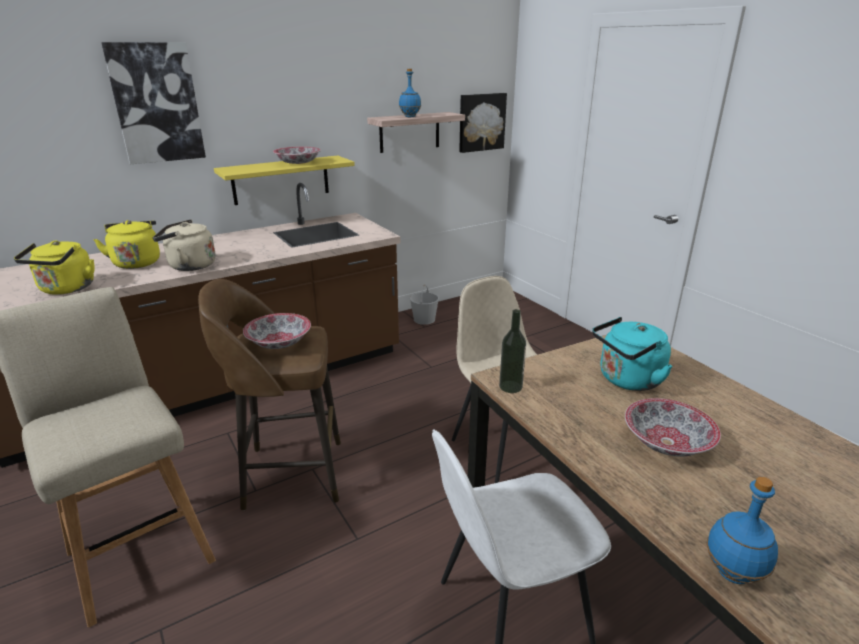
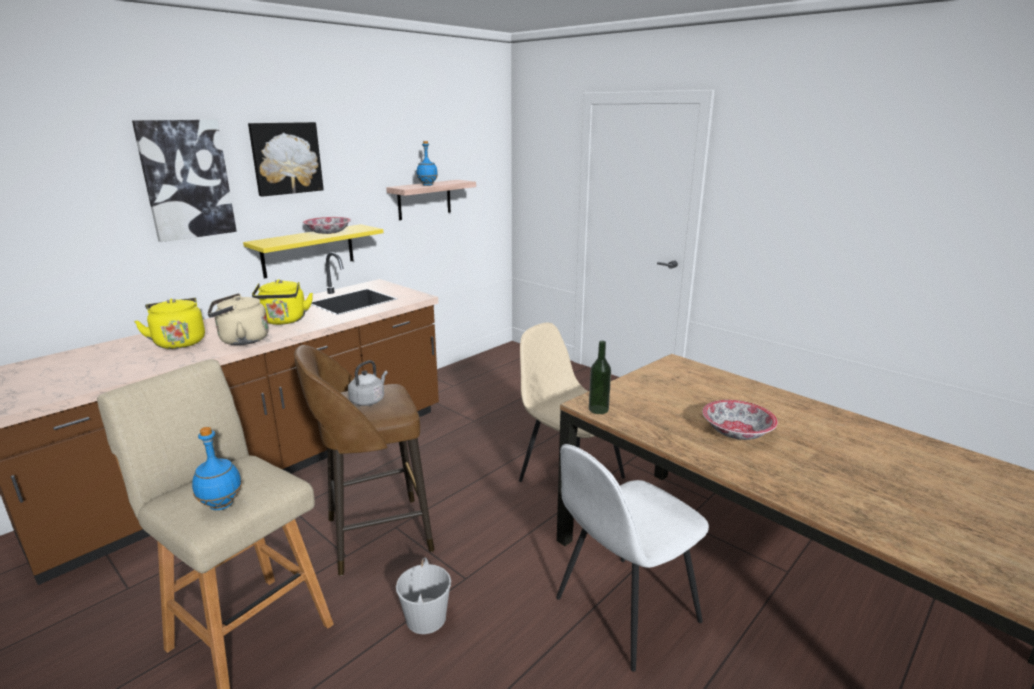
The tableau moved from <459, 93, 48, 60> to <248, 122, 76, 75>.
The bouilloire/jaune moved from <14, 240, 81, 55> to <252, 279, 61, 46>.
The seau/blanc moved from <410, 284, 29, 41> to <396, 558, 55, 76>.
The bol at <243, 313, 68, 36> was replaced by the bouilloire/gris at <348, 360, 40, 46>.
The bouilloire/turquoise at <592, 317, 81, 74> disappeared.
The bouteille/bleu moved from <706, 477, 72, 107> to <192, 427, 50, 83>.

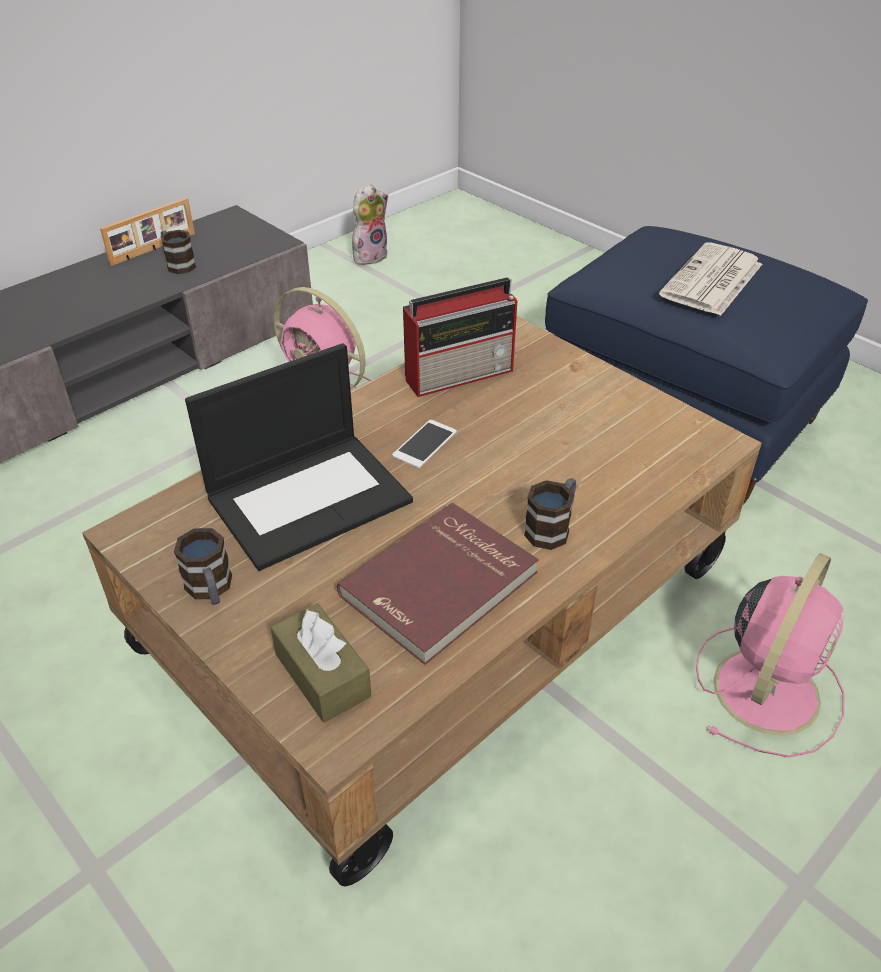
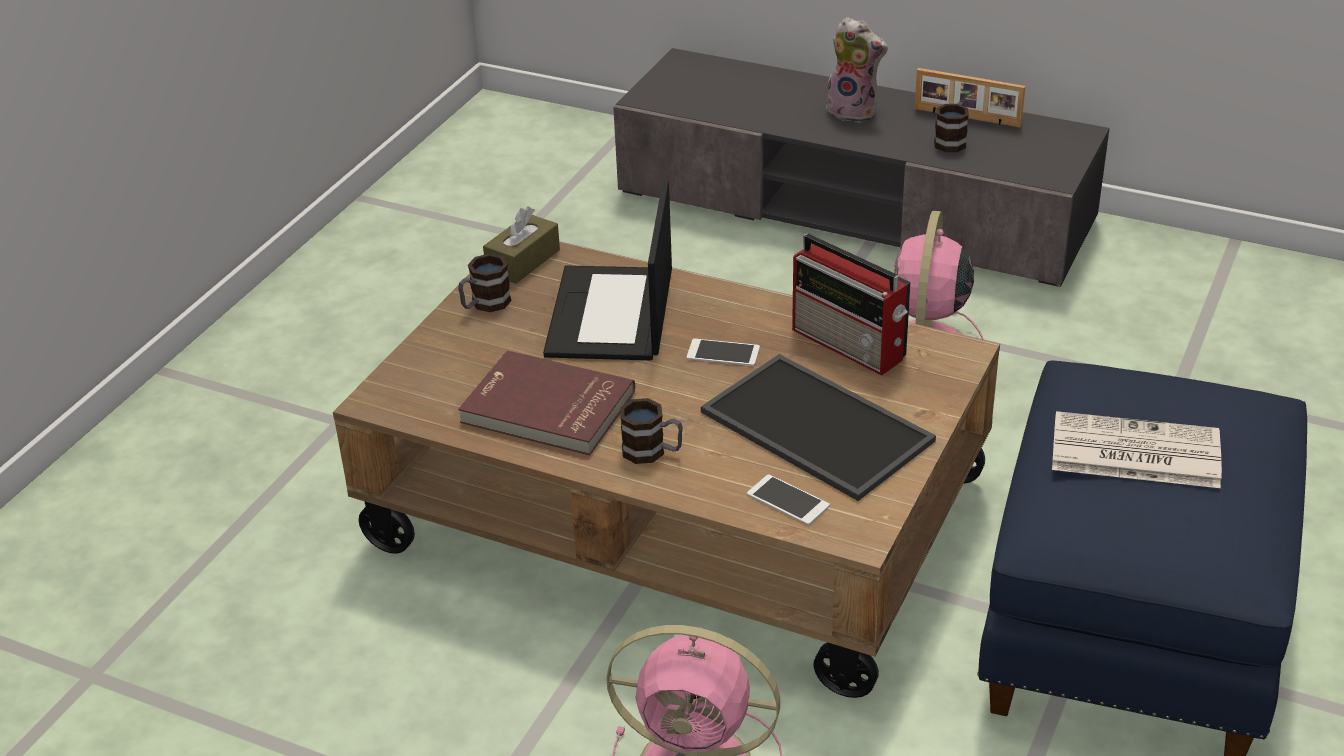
The peluche moved from <352, 184, 36, 81> to <826, 17, 62, 106>.
The ordinateur portable at <185, 343, 228, 228> turned 60 degrees clockwise.
The boîte à mouchoirs/marron moved from <270, 604, 101, 119> to <483, 207, 77, 77>.
The plateau at <701, 354, 235, 147> appeared.
The téléphone at <747, 474, 83, 51> appeared.

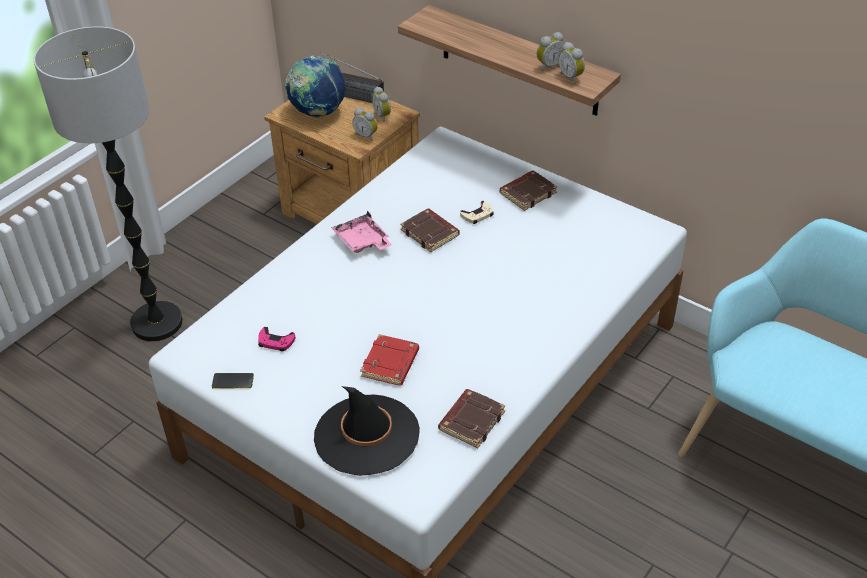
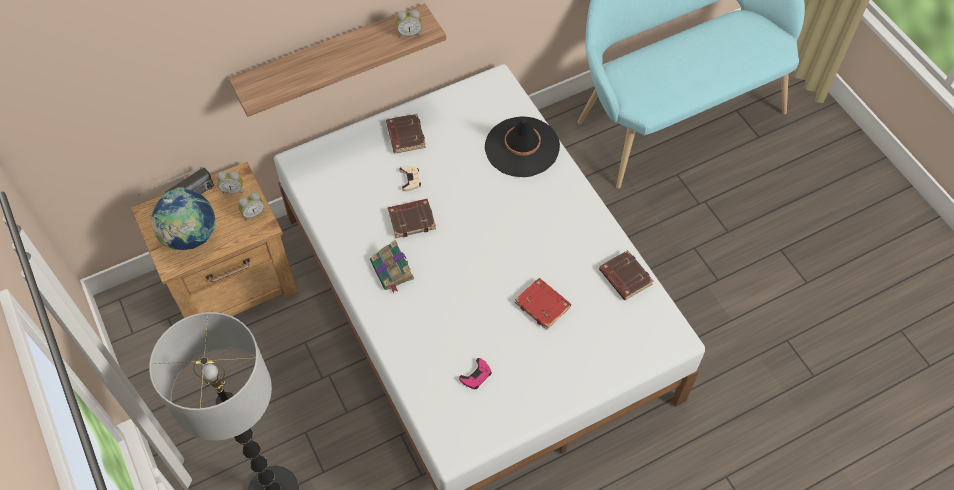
The réveil at <537, 32, 27, 39> disappeared.
The plateau/rose at <332, 211, 60, 42> was replaced by the livre at <370, 240, 44, 53>.
The téléphone at <212, 373, 42, 15> disappeared.
The chapeau/noir moved from <314, 386, 106, 90> to <485, 117, 75, 60>.

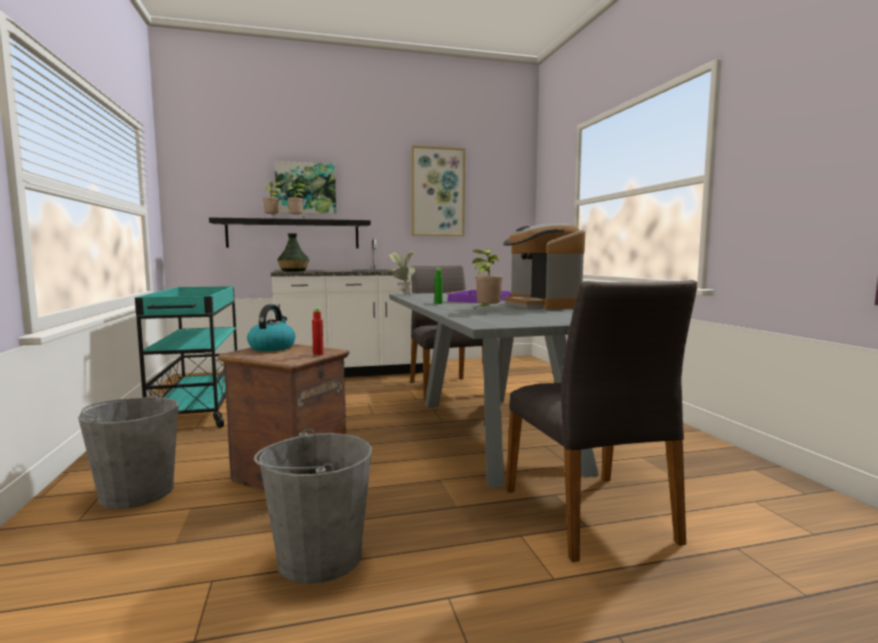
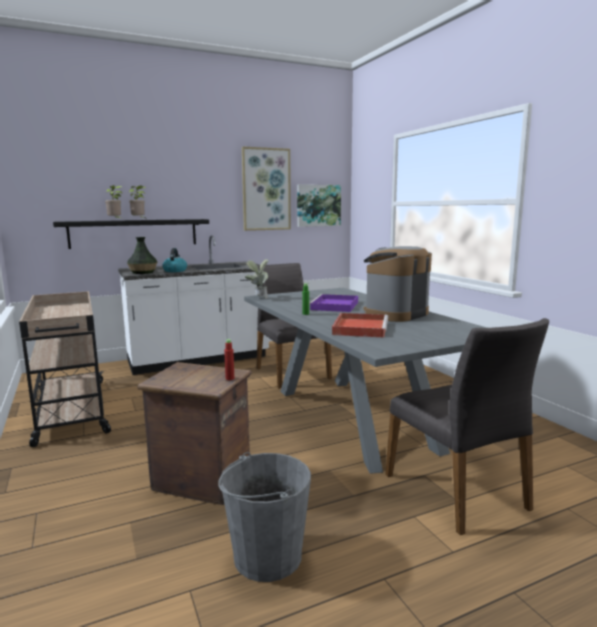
The tableau moved from <275, 161, 61, 53> to <297, 184, 44, 43>.
The machine à café at <503, 223, 82, 87> turned 75 degrees clockwise.
The plante en pot at <472, 249, 31, 58> was replaced by the plateau/rouge at <332, 313, 56, 25>.
The chariot/turquoise at <135, 286, 102, 142> became the chariot/beige at <19, 291, 92, 156>.
The bouilloire moved from <247, 304, 48, 47> to <162, 248, 25, 24>.
The seau/gris at <78, 393, 100, 116> disappeared.

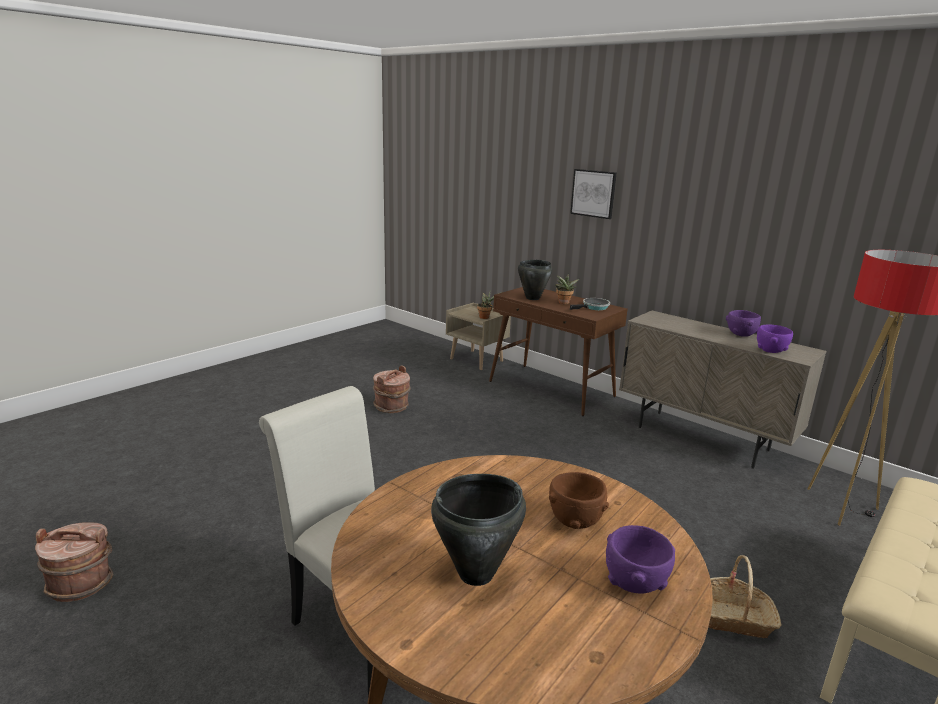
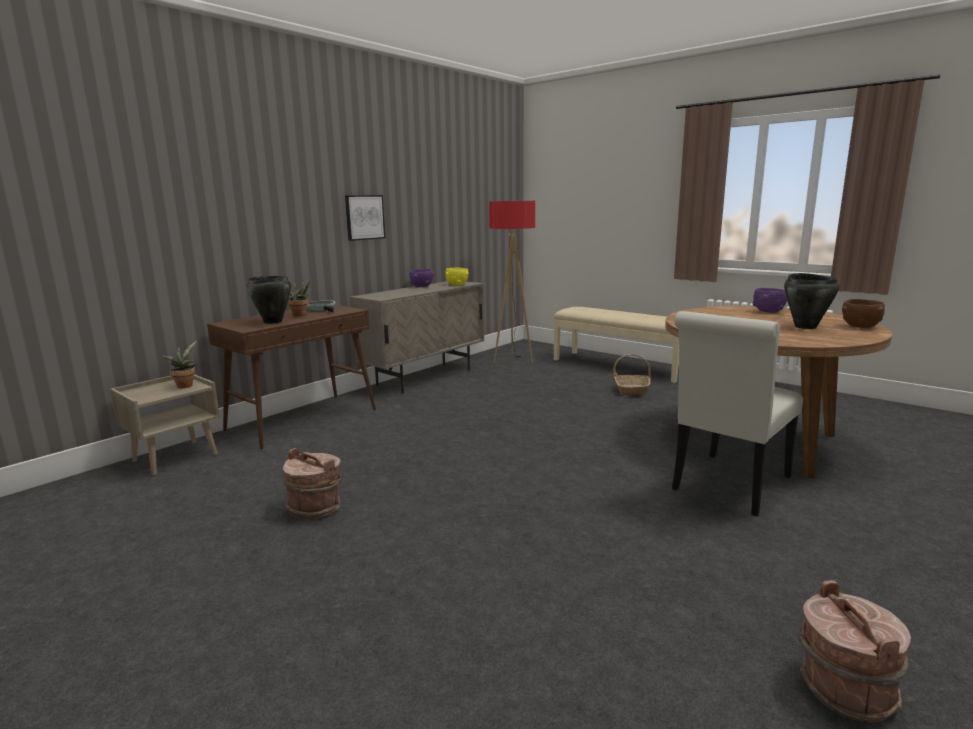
The tableau moved from <570, 169, 47, 50> to <345, 195, 40, 46>.
The bol/violet at <757, 324, 36, 29> became the bol/jaune at <445, 268, 24, 18>.
The bol/marron moved from <549, 472, 60, 57> to <842, 299, 43, 29>.

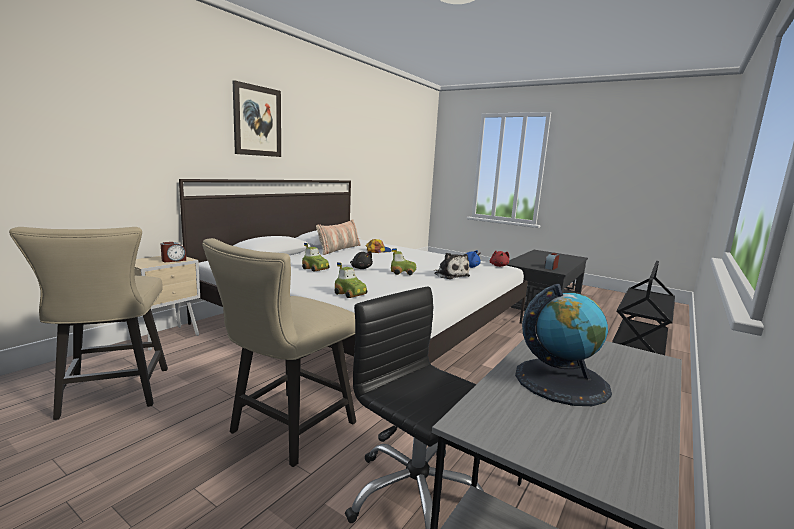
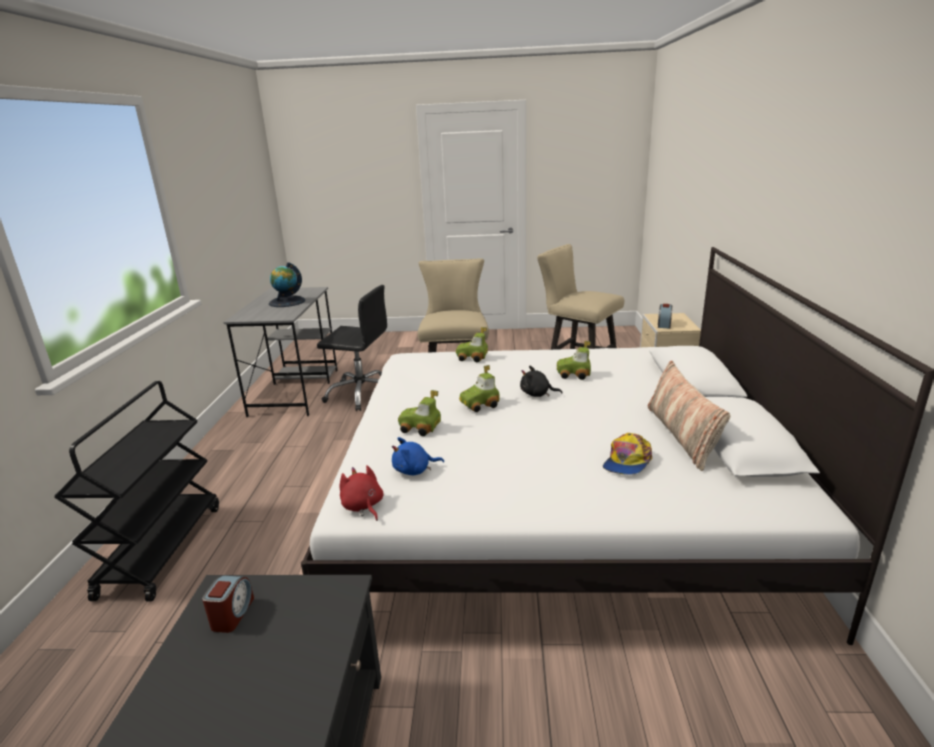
The tableau at <233, 80, 48, 77> disappeared.
The peluche at <434, 253, 36, 26> was replaced by the petite voiture at <398, 390, 43, 46>.

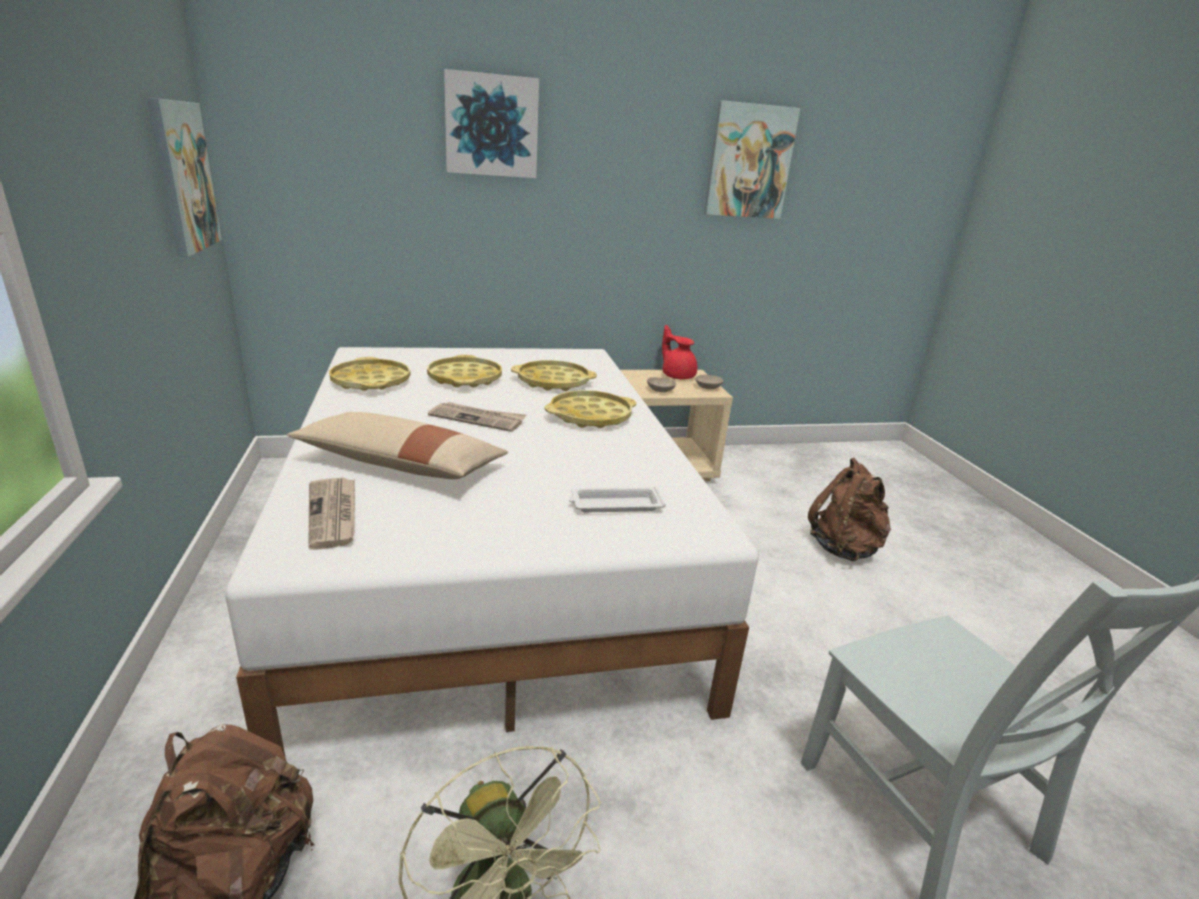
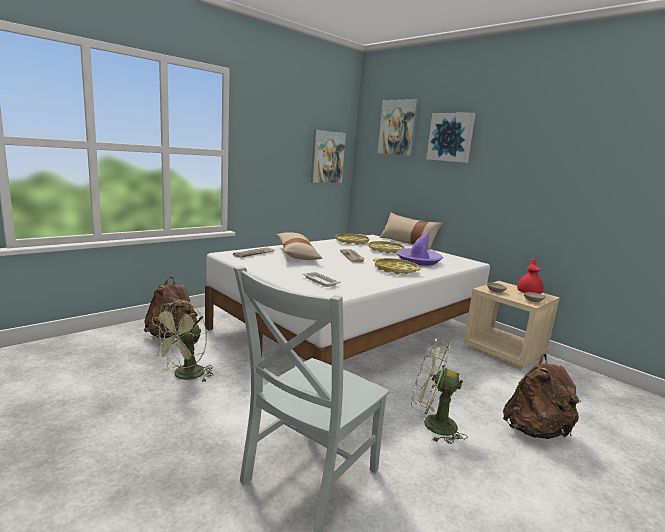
The tableau moved from <704, 100, 96, 119> to <377, 99, 42, 57>.
The plateau/jaune at <511, 360, 86, 31> was replaced by the chapeau/violet at <396, 232, 47, 34>.
The coussin/beige at <380, 213, 63, 37> appeared.
The ventilateur/vert at <411, 338, 57, 106> appeared.

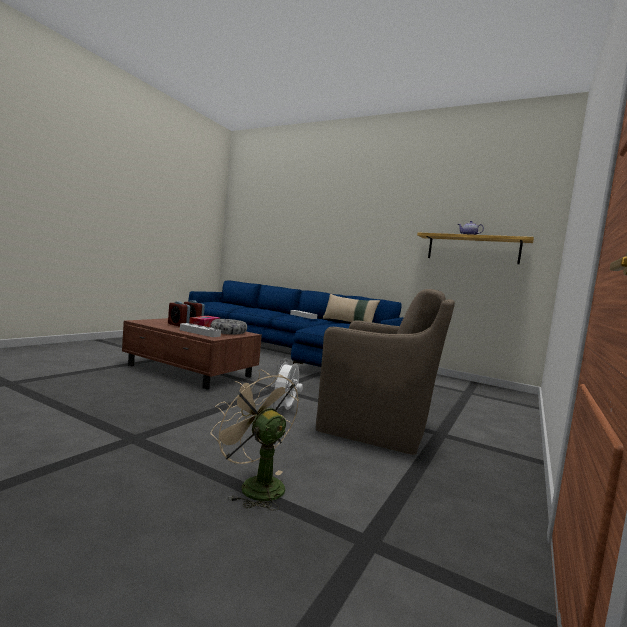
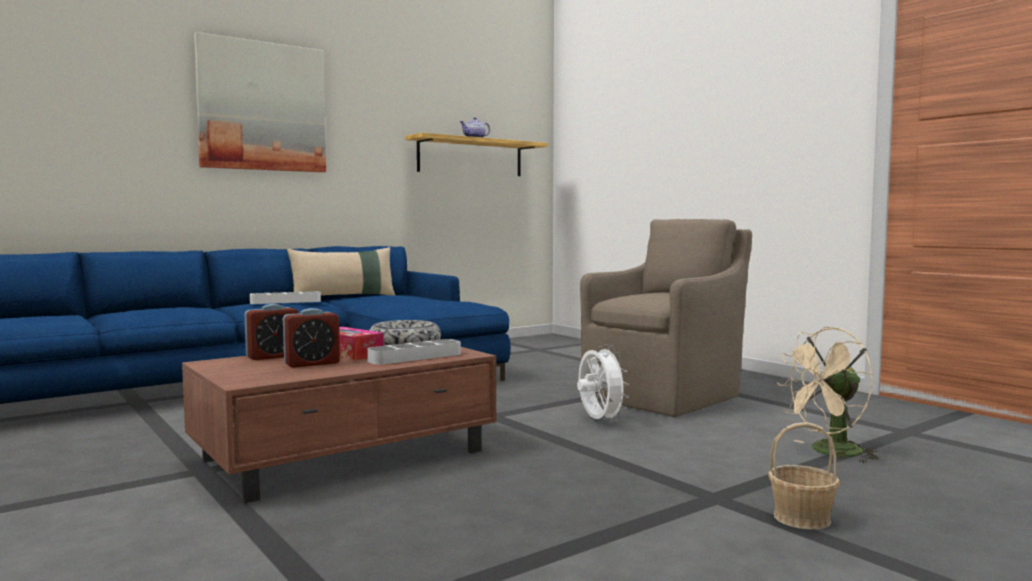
The ventilateur/blanc at <271, 358, 32, 53> turned 150 degrees counterclockwise.
The tableau at <194, 32, 132, 140> appeared.
The panier at <768, 422, 72, 108> appeared.

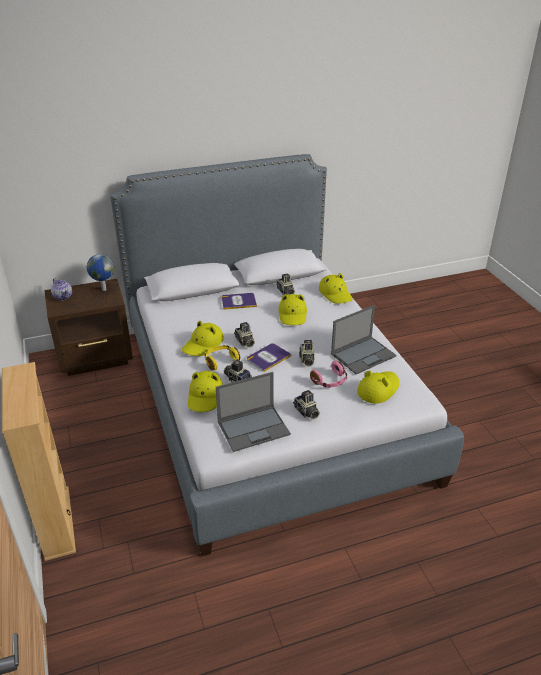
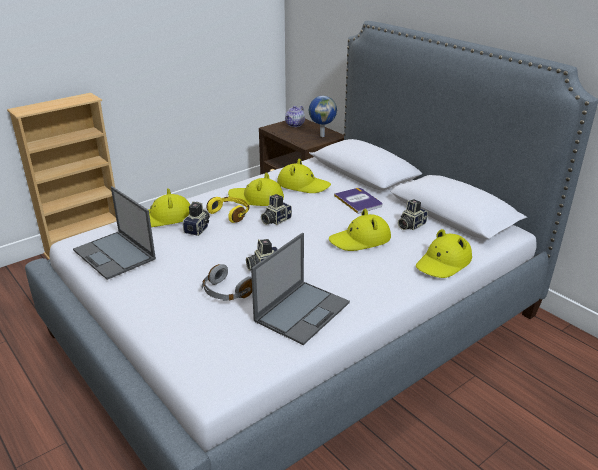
The ordinateur portable at <331, 305, 65, 69> turned 90 degrees counterclockwise.
The livre at <247, 343, 44, 29> disappeared.
The casque audio/rose at <310, 361, 37, 27> became the casque audio/gris at <202, 264, 50, 37>.
The chapeau/jaune moved from <357, 370, 42, 33> to <277, 158, 54, 35>.
The appareil photo at <293, 390, 27, 30> disappeared.

